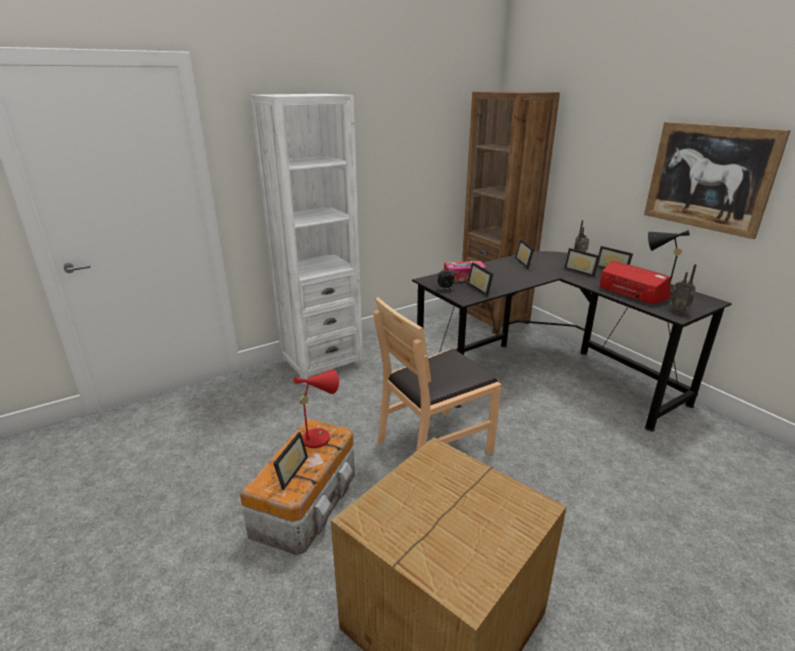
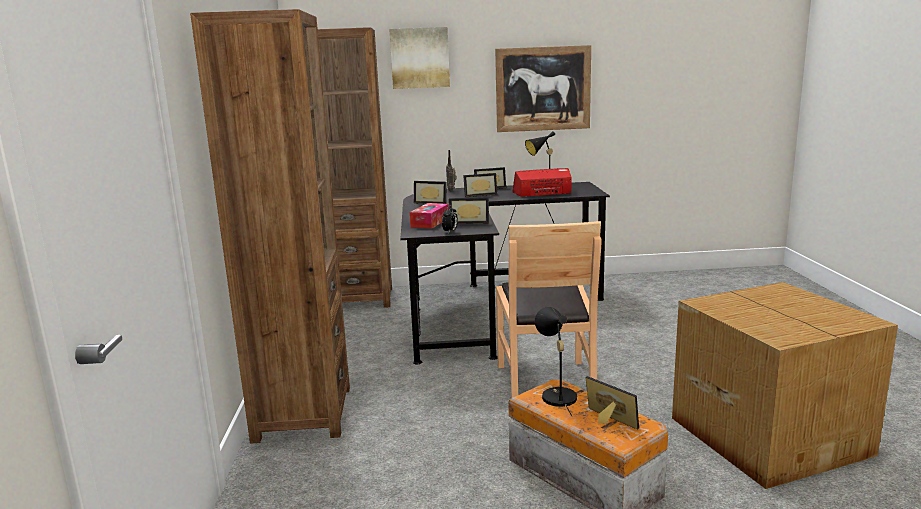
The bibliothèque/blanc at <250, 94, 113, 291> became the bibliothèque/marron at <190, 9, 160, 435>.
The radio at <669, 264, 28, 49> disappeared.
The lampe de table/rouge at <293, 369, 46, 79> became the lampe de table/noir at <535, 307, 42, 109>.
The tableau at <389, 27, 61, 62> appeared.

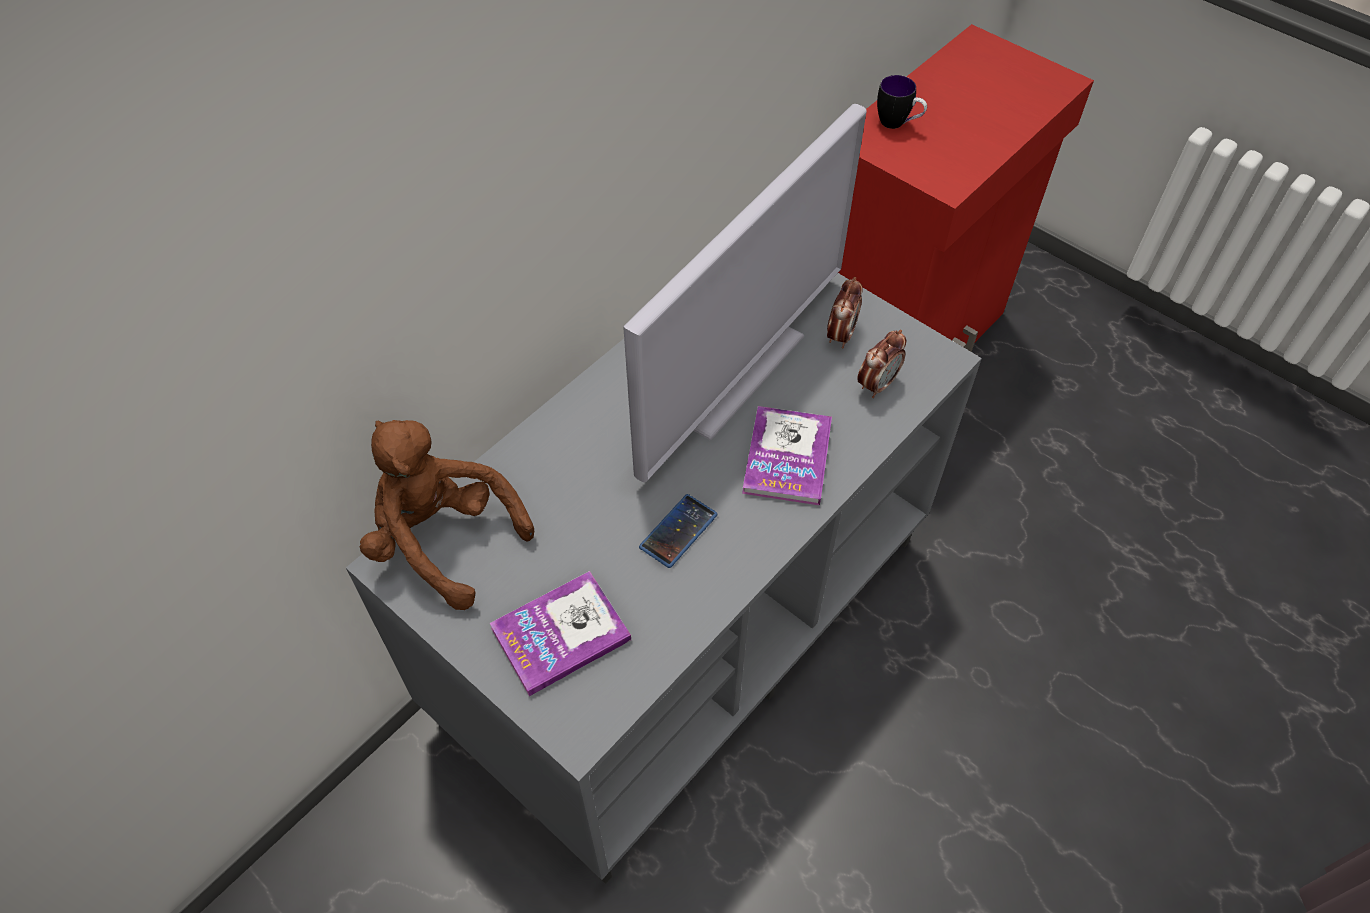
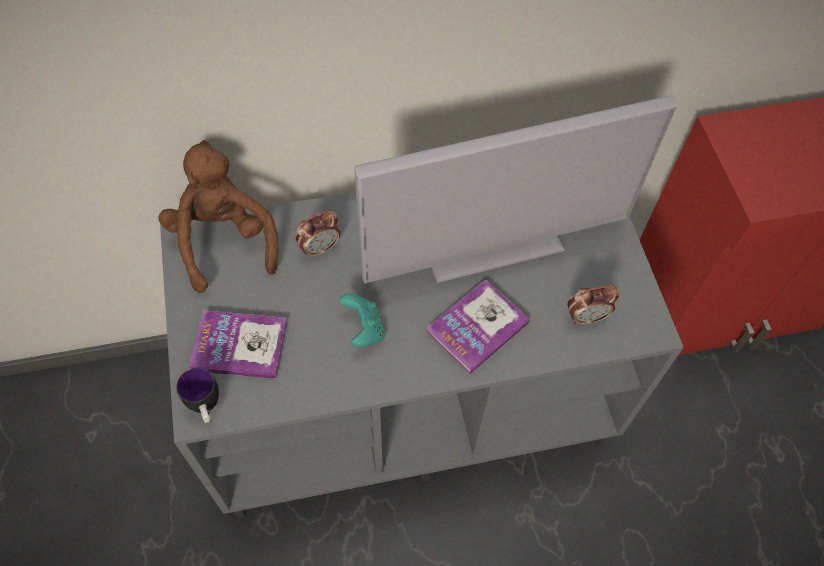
The mug moved from <877, 75, 50, 54> to <176, 367, 43, 56>.
The réveil moved from <827, 277, 36, 71> to <296, 210, 45, 49>.
The téléphone at <639, 494, 79, 74> was replaced by the manette/turquoise at <340, 293, 45, 54>.

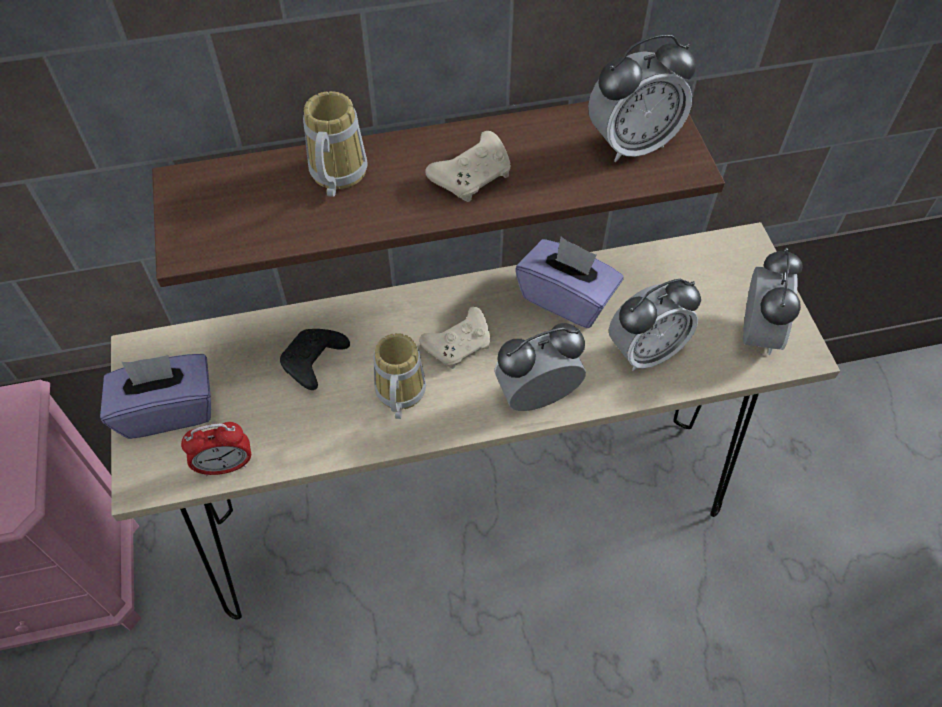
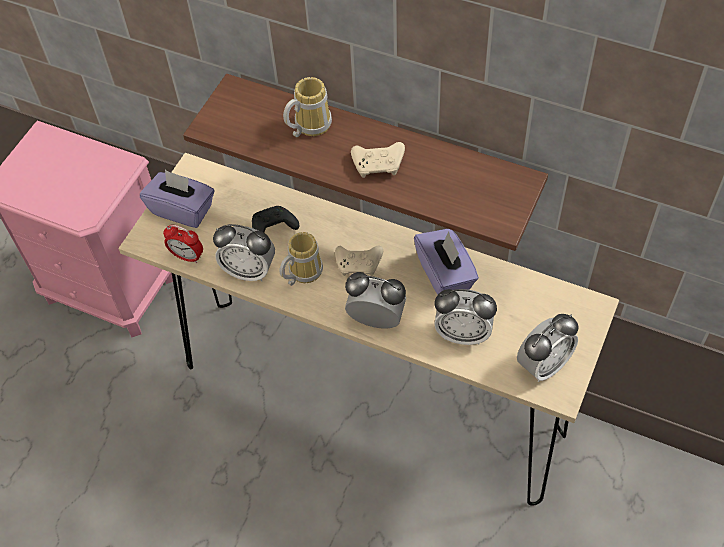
The réveil moved from <588, 34, 108, 128> to <213, 224, 62, 58>.

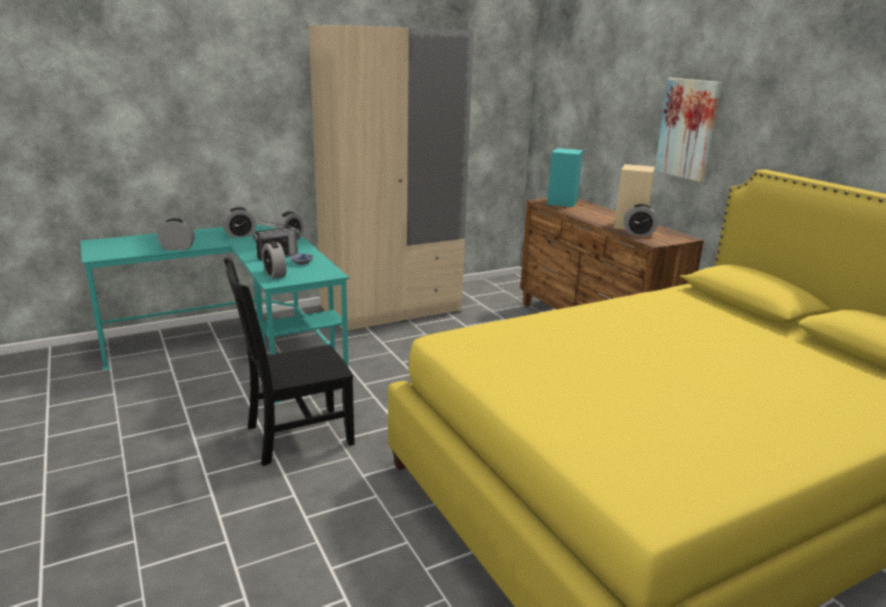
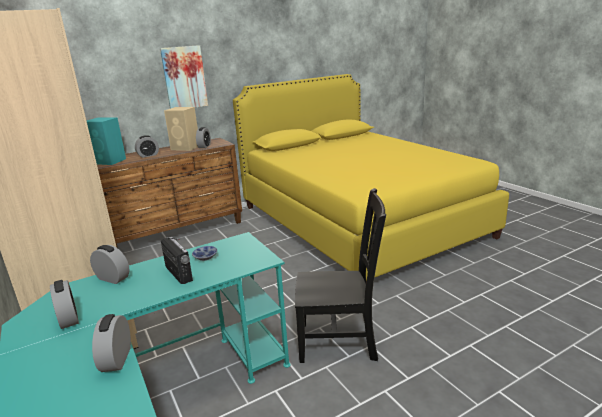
The réveil moved from <262, 241, 25, 38> to <135, 135, 24, 23>.
The chaise/noir at <224, 257, 131, 209> turned 60 degrees counterclockwise.

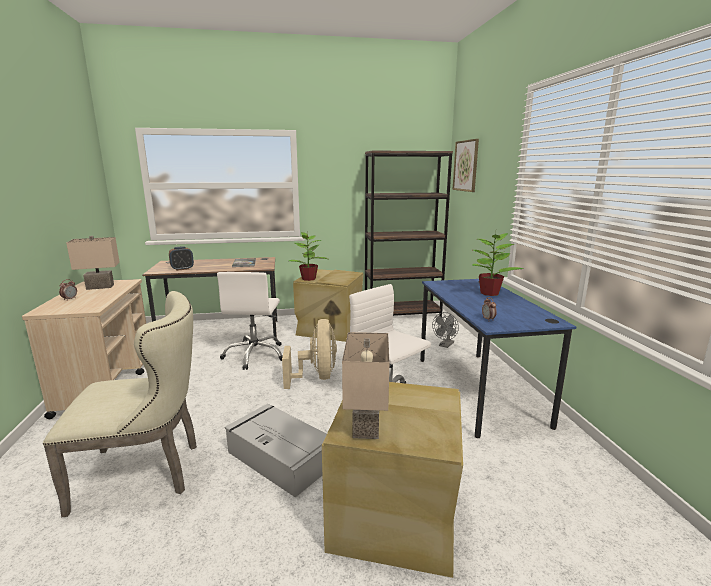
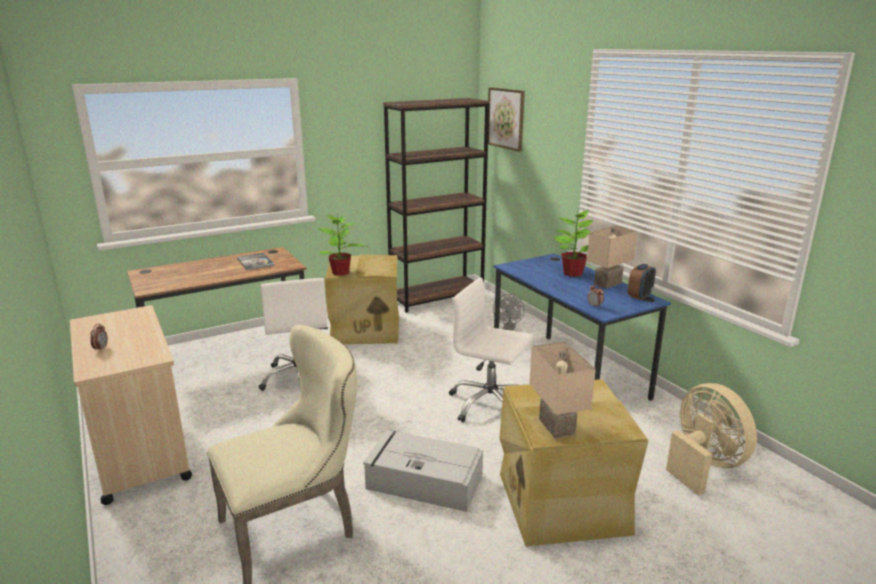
The lampe de table/beige moved from <66, 236, 53, 54> to <587, 226, 50, 63>.
The réveil moved from <169, 246, 25, 25> to <628, 264, 28, 36>.
The ventilateur/beige moved from <282, 319, 55, 70> to <666, 383, 91, 113>.

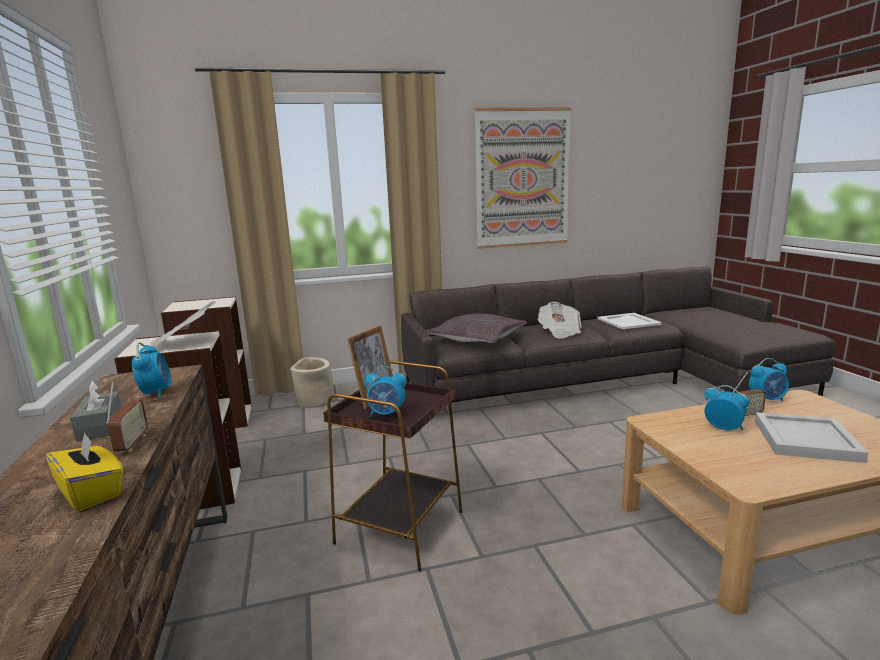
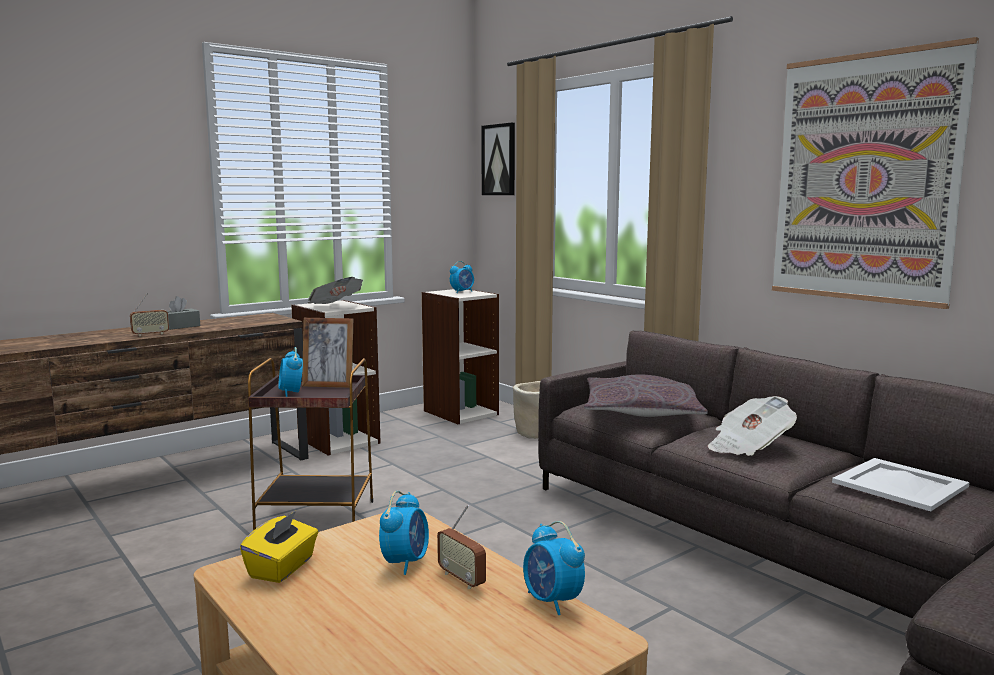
The réveil moved from <132, 343, 39, 55> to <450, 261, 24, 32>.
The plateau/blanc at <755, 412, 114, 51> disappeared.
The boîte à mouchoirs/jaune moved from <46, 432, 77, 79> to <240, 511, 78, 72>.
The tableau at <481, 123, 34, 72> appeared.

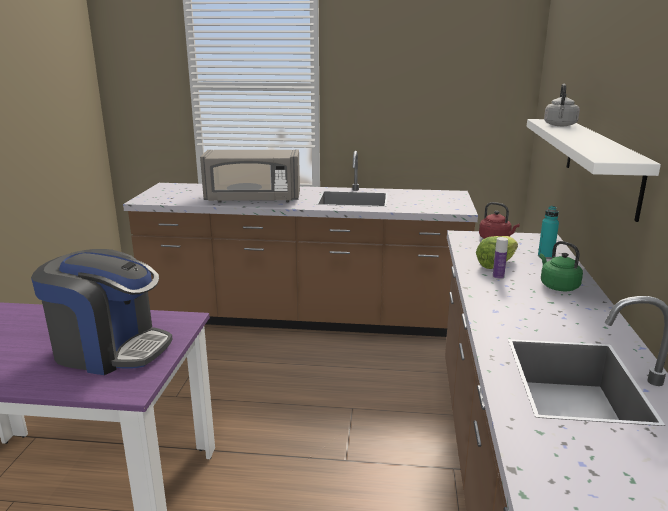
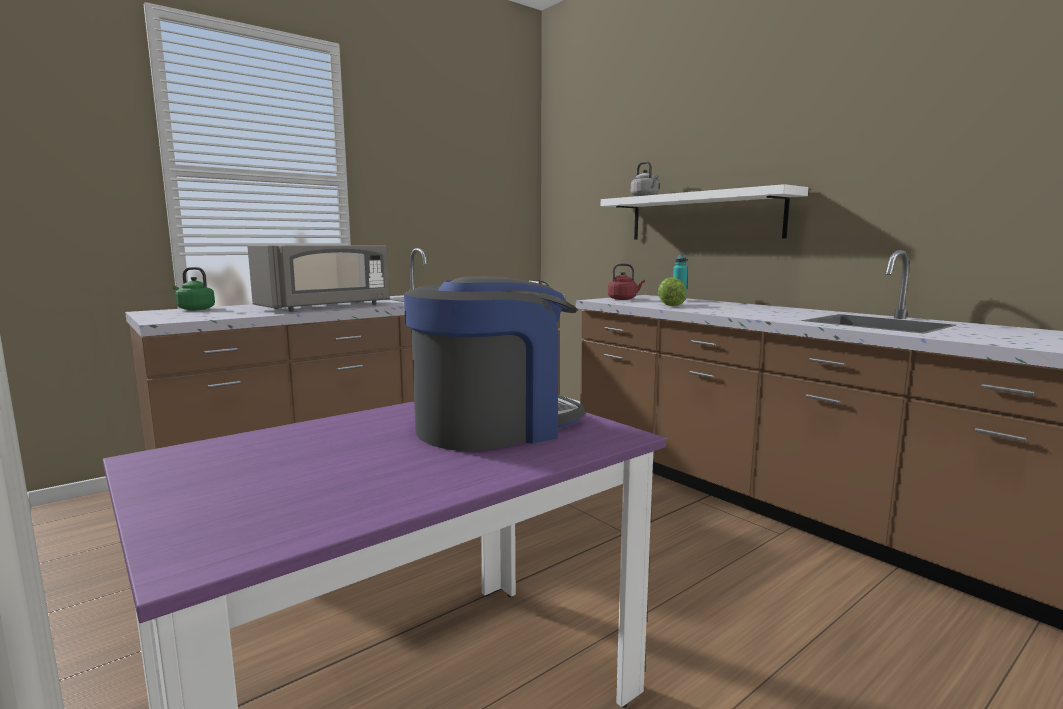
The bouteille at <492, 237, 16, 43> disappeared.
The bouilloire/vert moved from <540, 241, 43, 50> to <173, 267, 42, 43>.

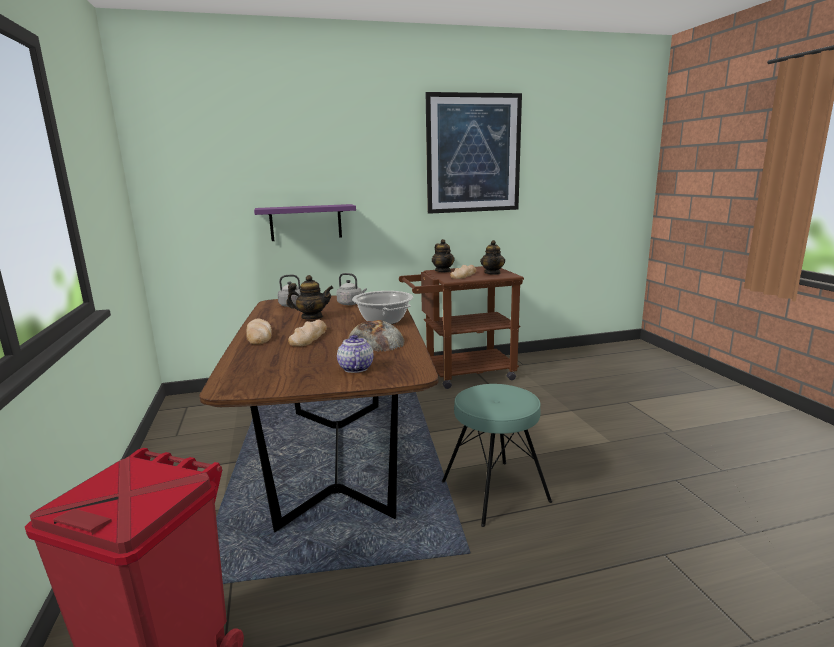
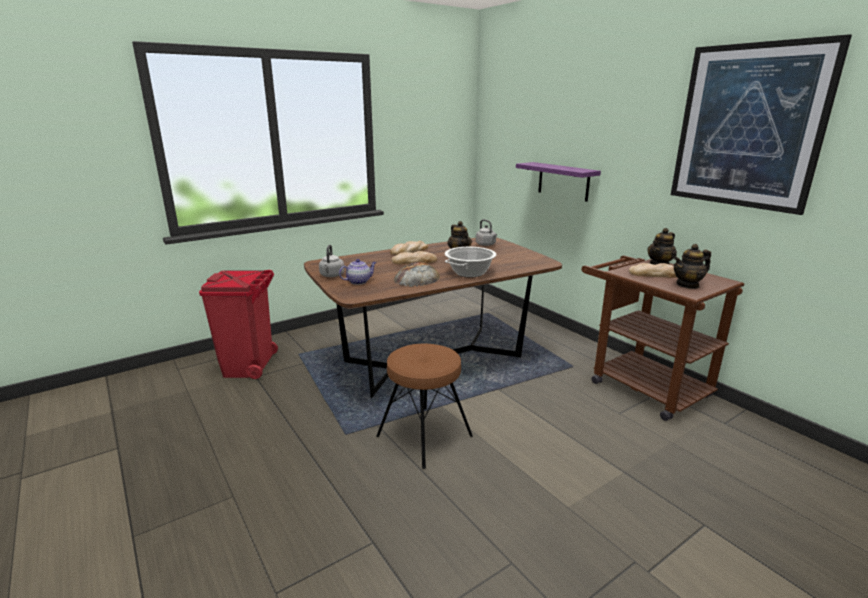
The bouilloire/gris moved from <336, 273, 31, 32> to <319, 245, 25, 32>.
The tabouret/turquoise at <442, 384, 110, 143> became the tabouret/marron at <376, 344, 97, 125>.

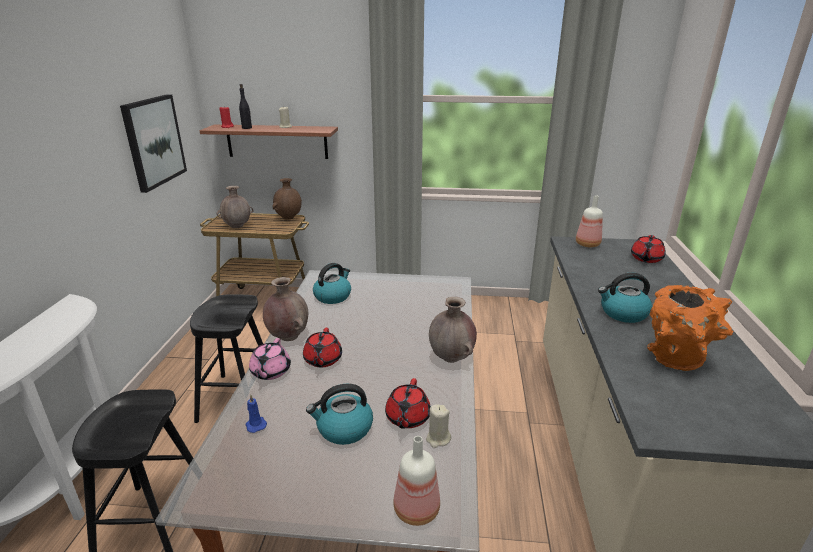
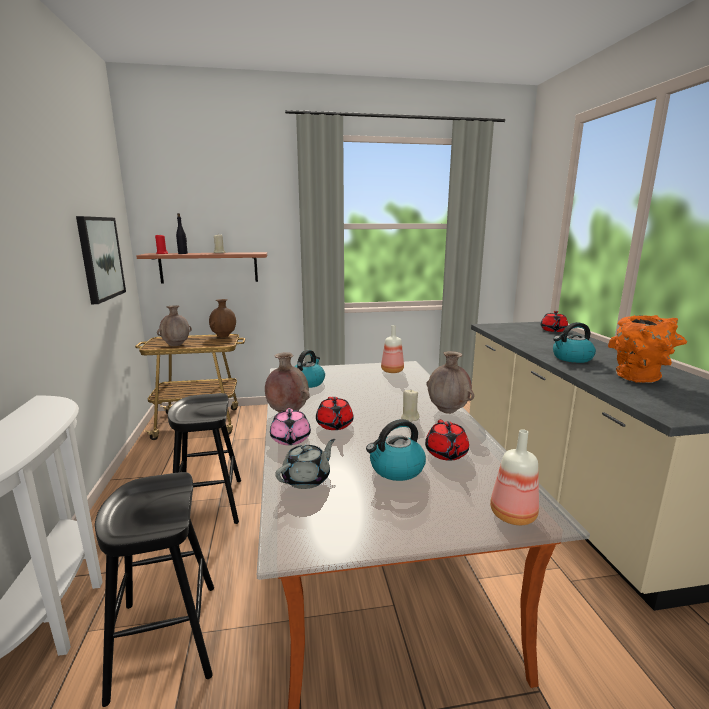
The bouteille moved from <576, 195, 27, 52> to <381, 325, 23, 48>.
The bougie/bleu at <246, 395, 21, 38> was replaced by the théière/gris at <275, 439, 60, 50>.
The bougie/beige moved from <426, 405, 25, 43> to <401, 390, 19, 32>.

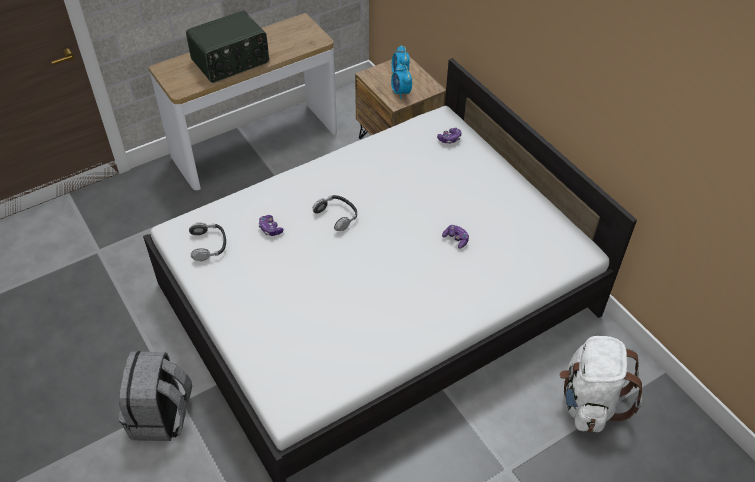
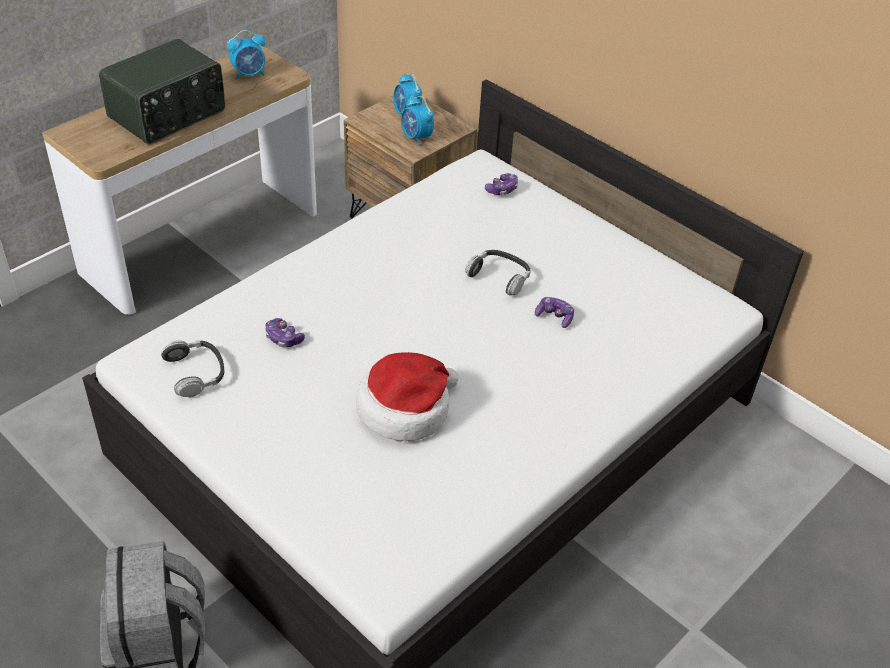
The casque audio moved from <313, 195, 44, 36> to <465, 250, 66, 46>.
The sac à dos/blanc at <559, 336, 84, 97> disappeared.
The réveil at <227, 30, 38, 50> appeared.
The chapeau at <356, 352, 103, 89> appeared.

